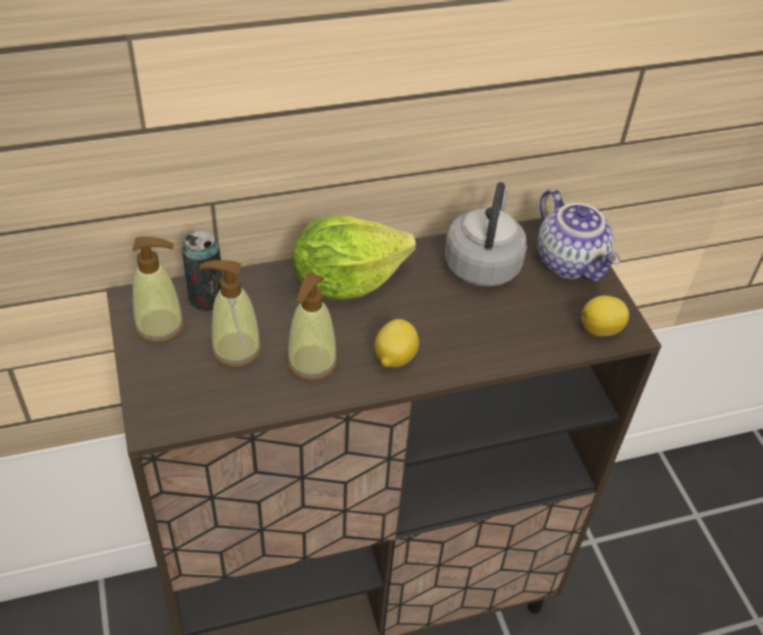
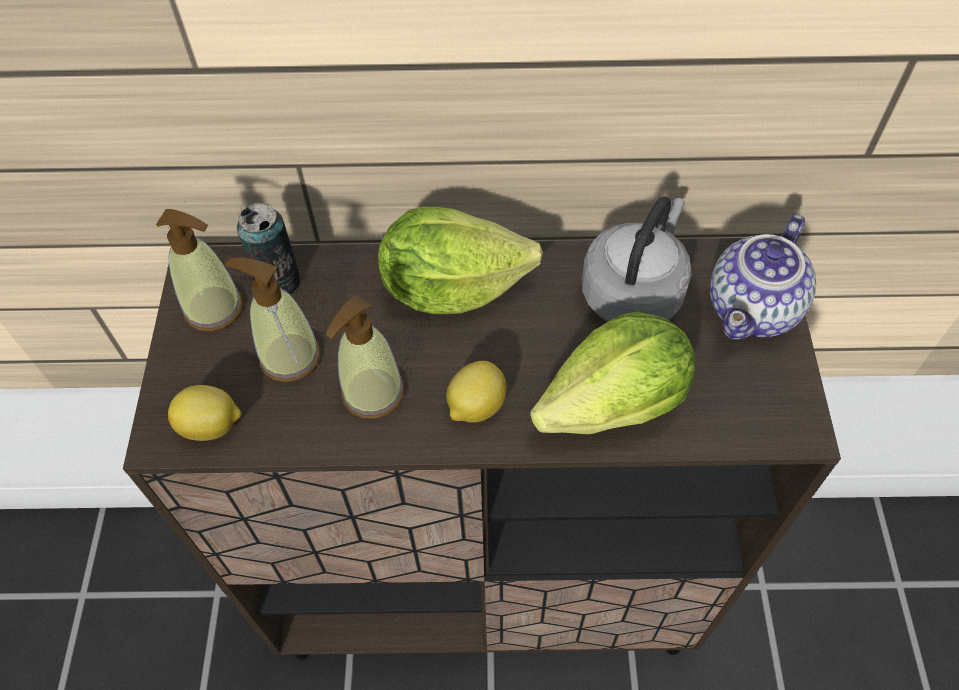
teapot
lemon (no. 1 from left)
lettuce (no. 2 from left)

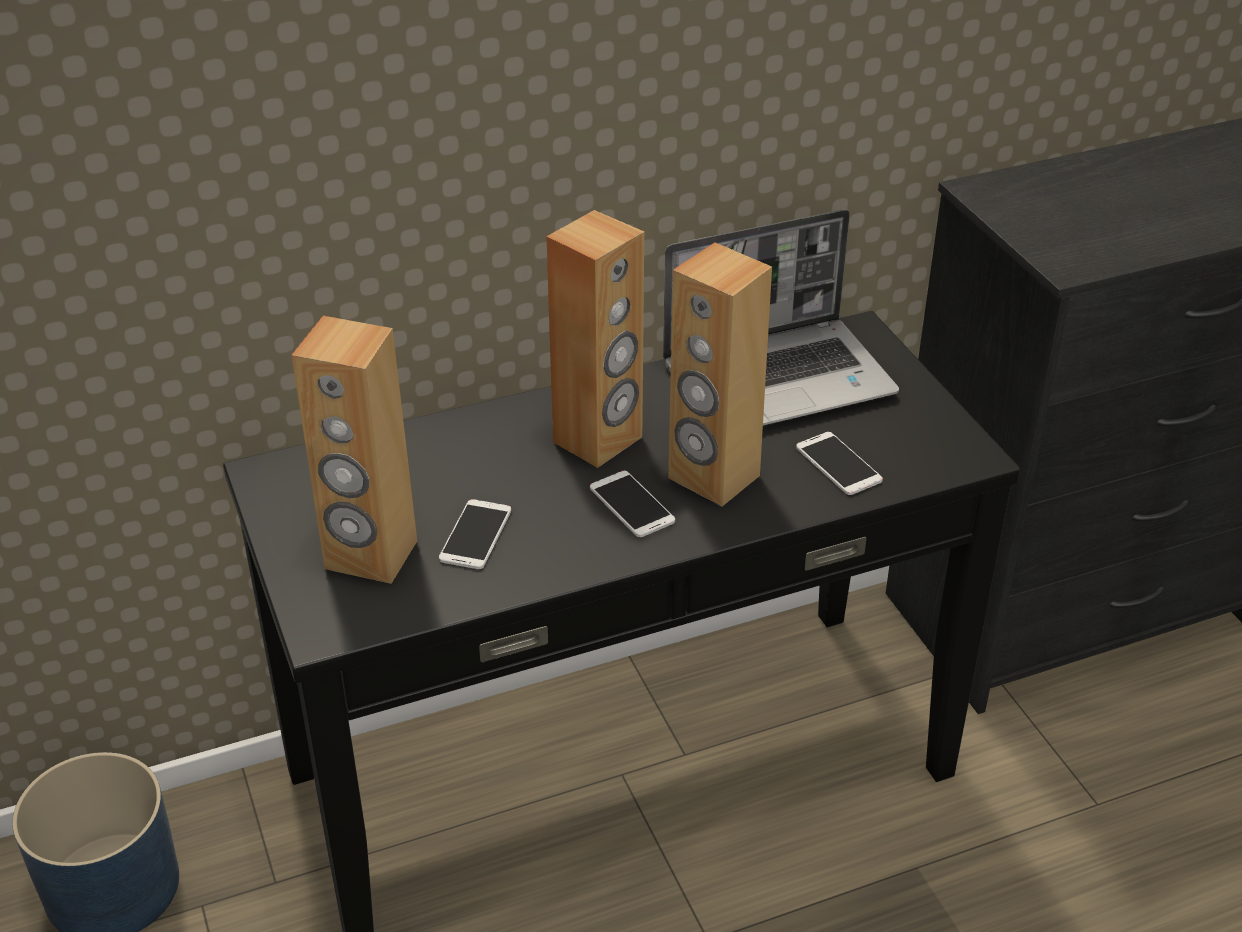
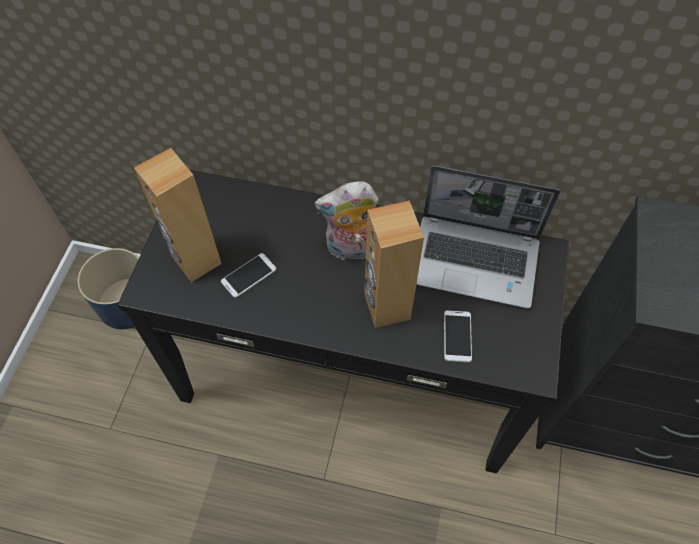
plush toy
phone (no. 2 from left in the first image)

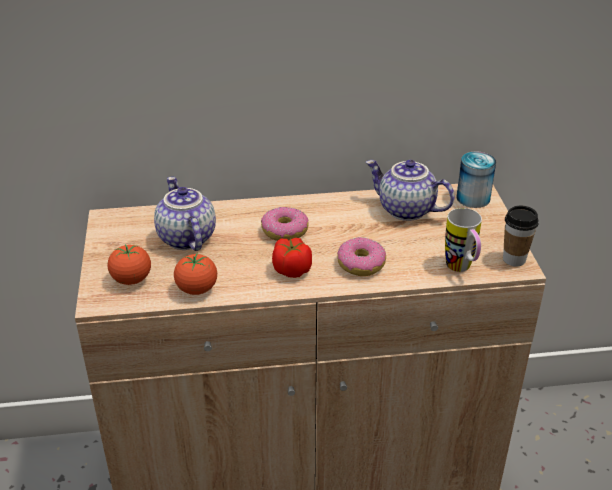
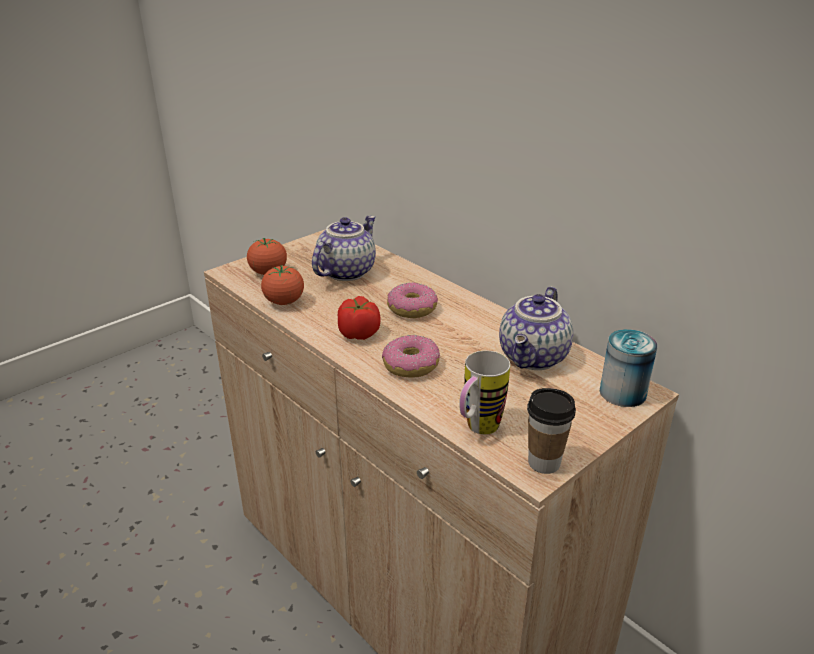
teapot (no. 2 from left)

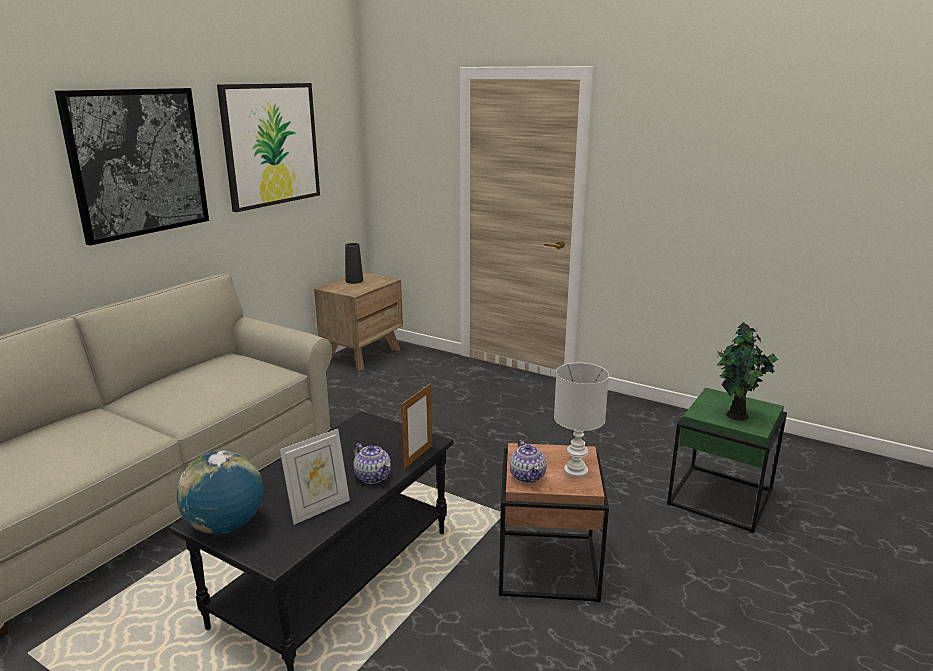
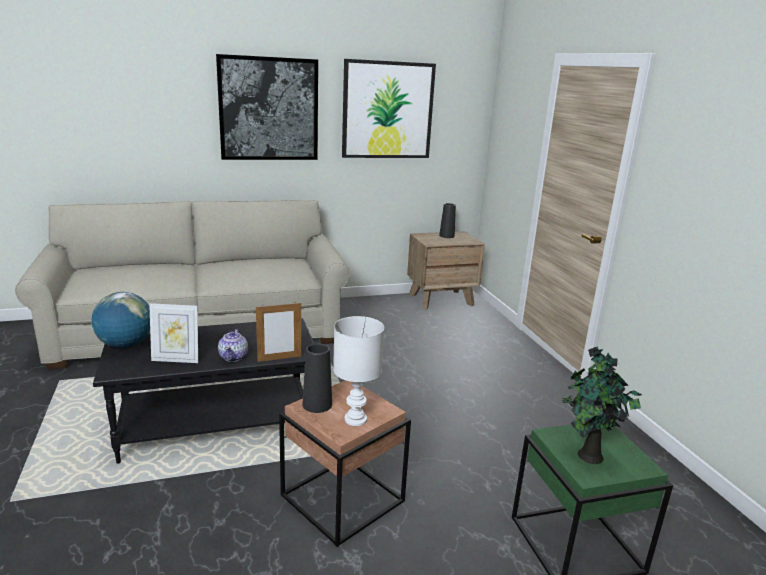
vase (black) (no. 1 from left)

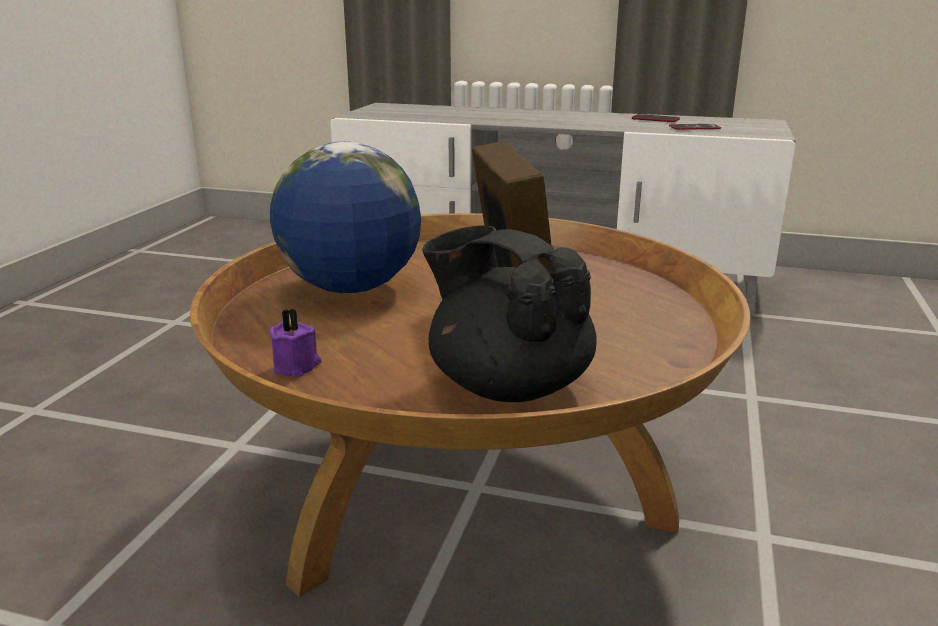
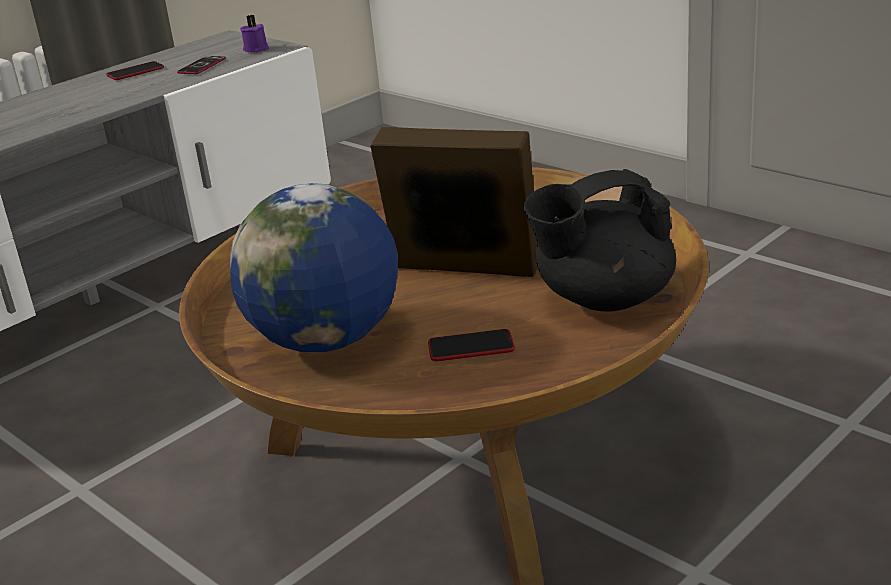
candle (purple)
phone (no. 3 from left)

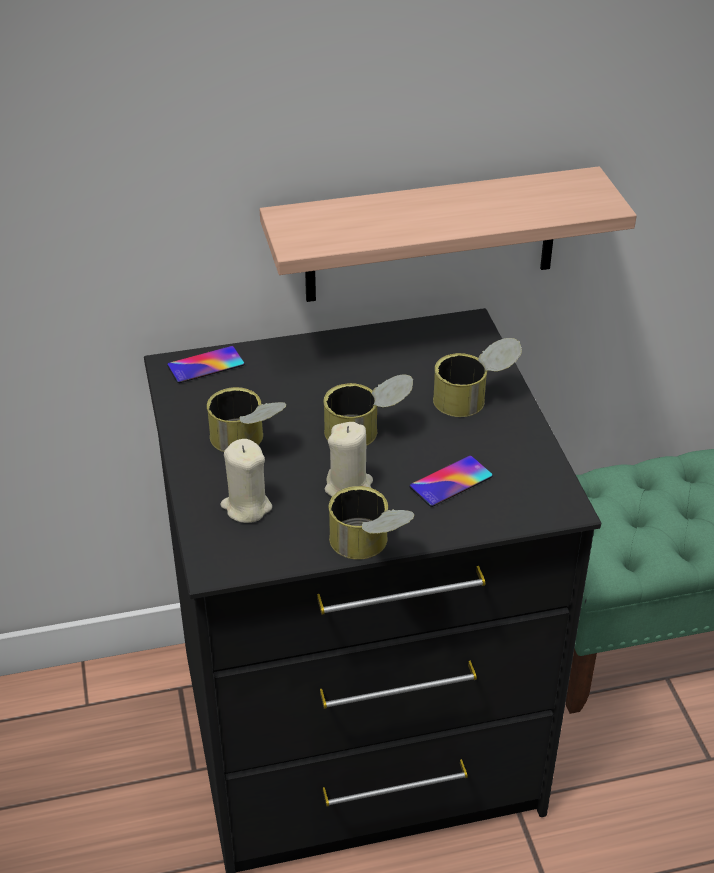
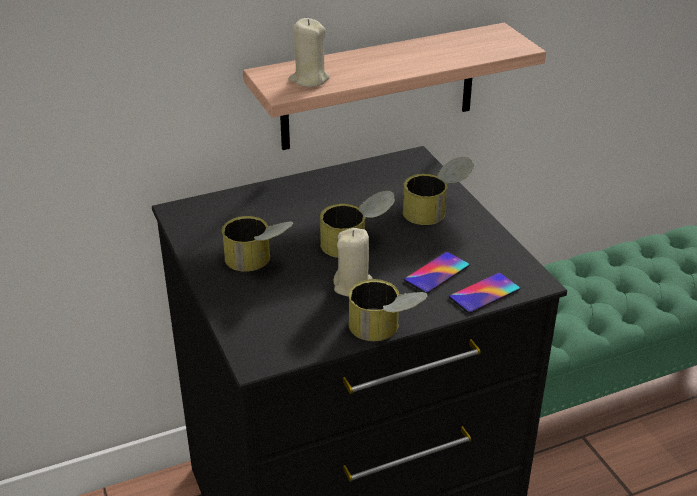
phone (no. 2 from left)
candle (beige) (no. 1 from left)

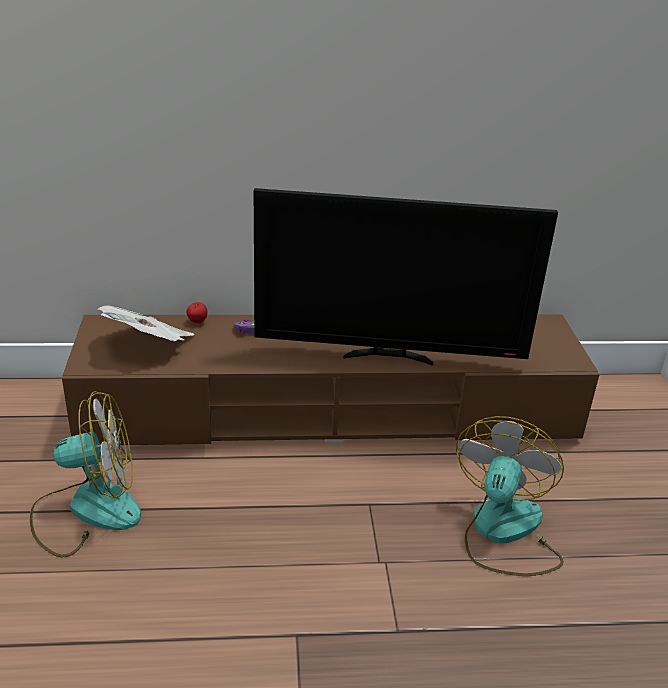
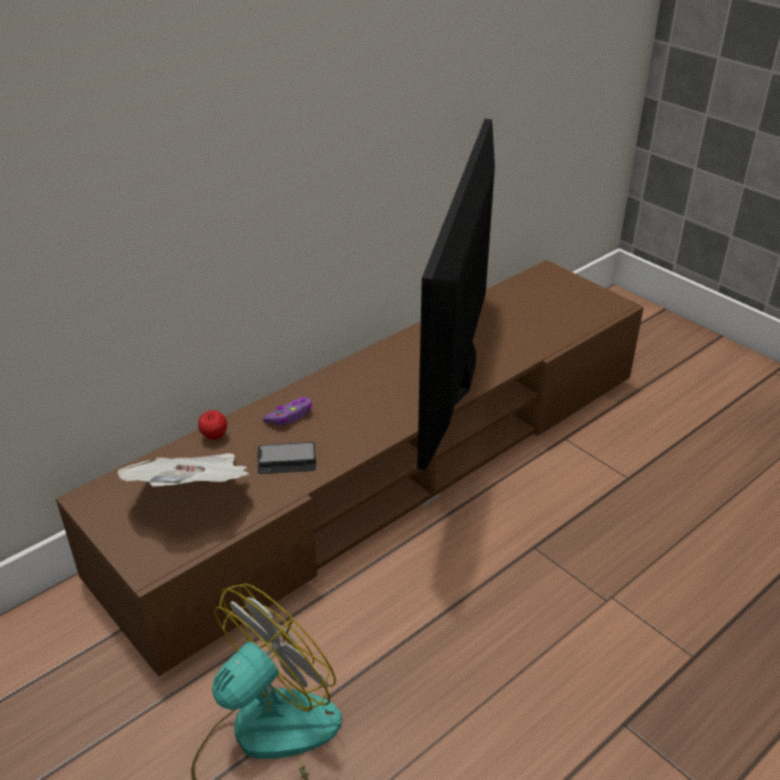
television
fan (no. 2 from left in the first image)
phone

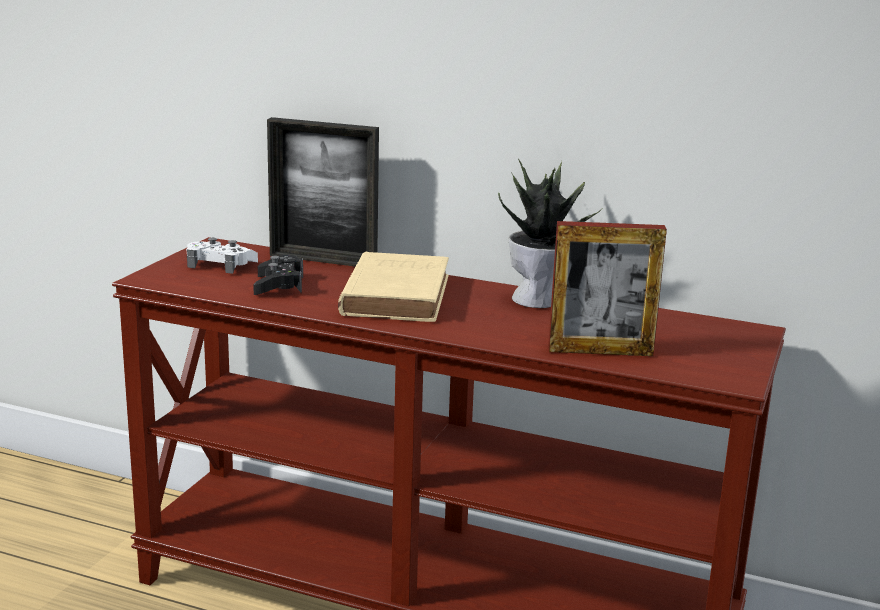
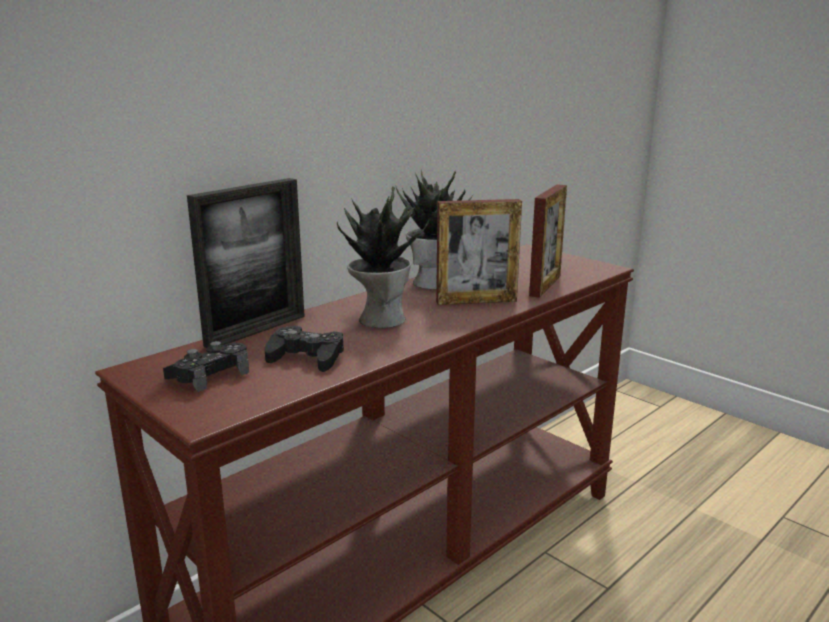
game controller (black) (no. 1 from left)
potted plant (no. 1 from left)
picture frame (no. 2 from left)

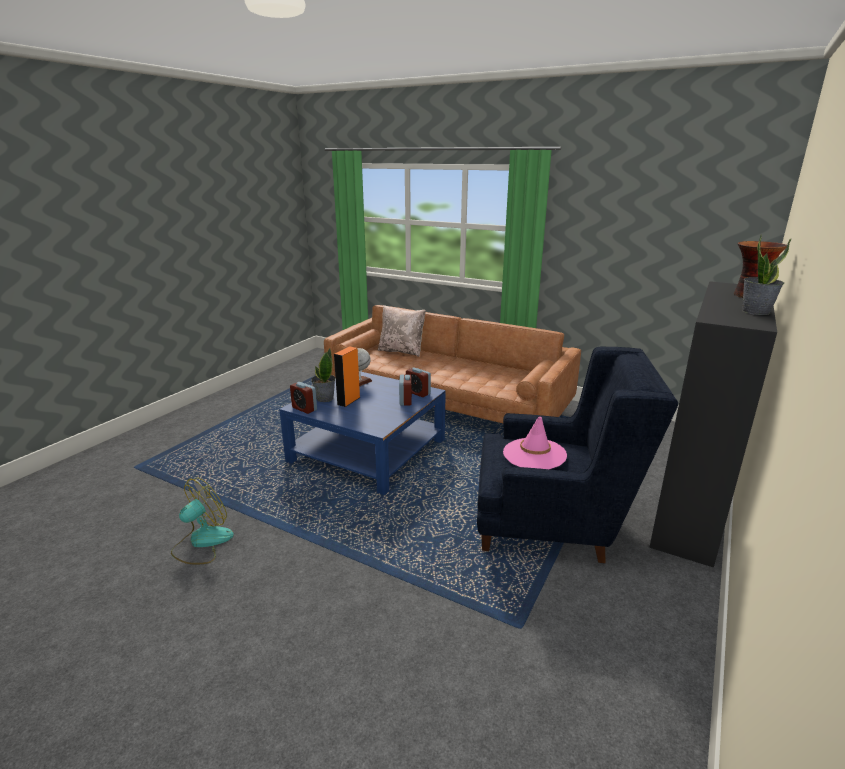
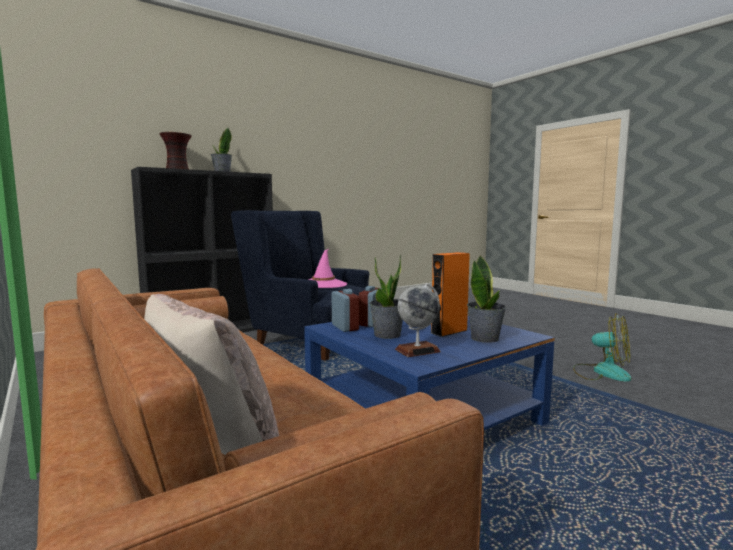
alarm clock (no. 1 from left in the first image)
fan
potted plant (no. 2 from left)

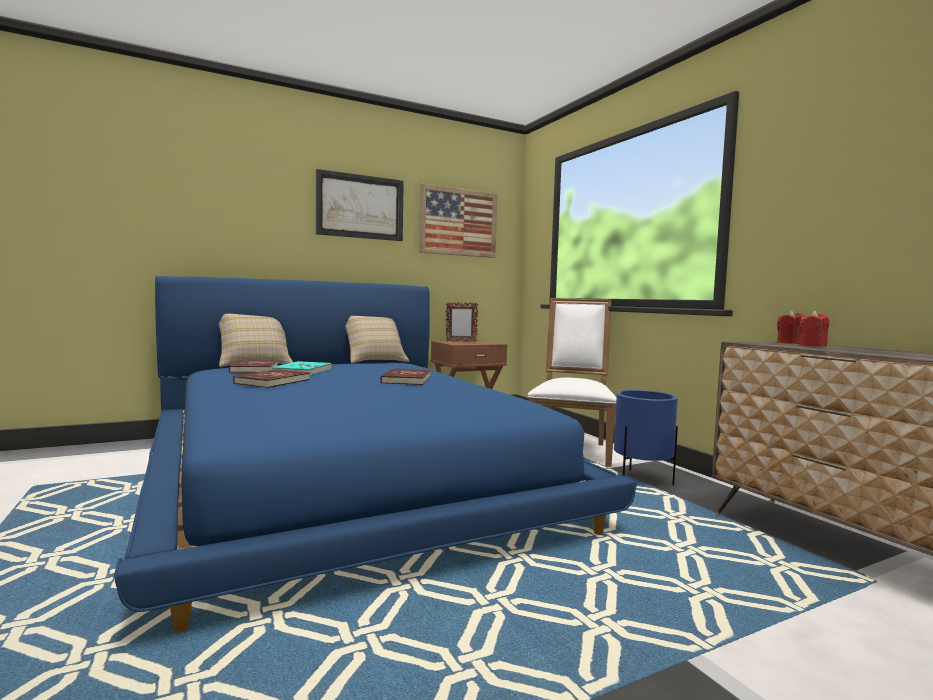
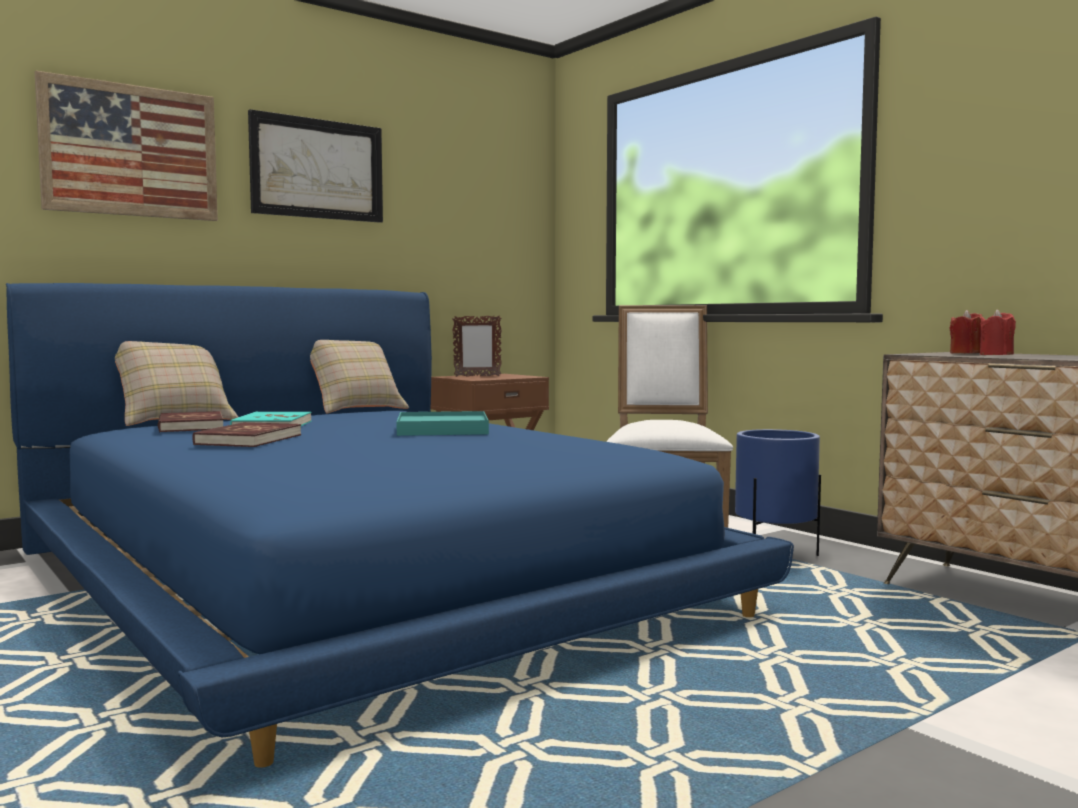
picture (no. 1 from left)
tray (turquoise)

